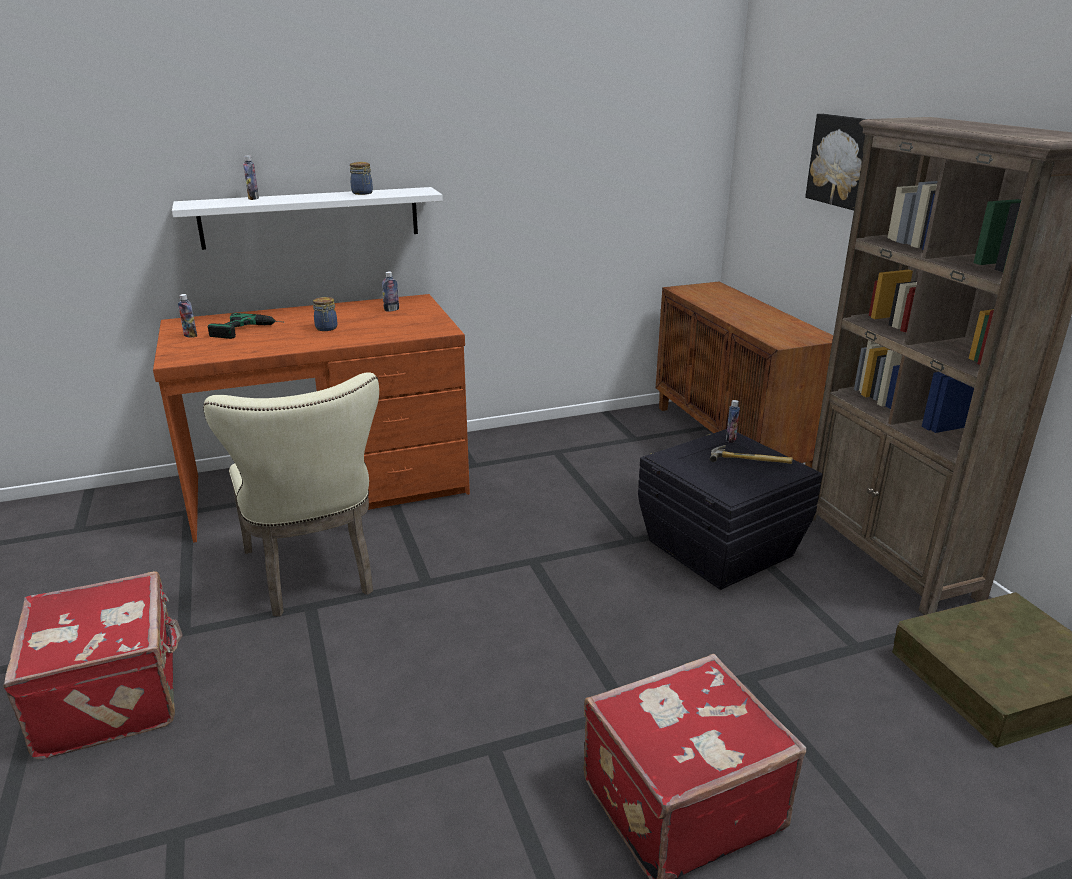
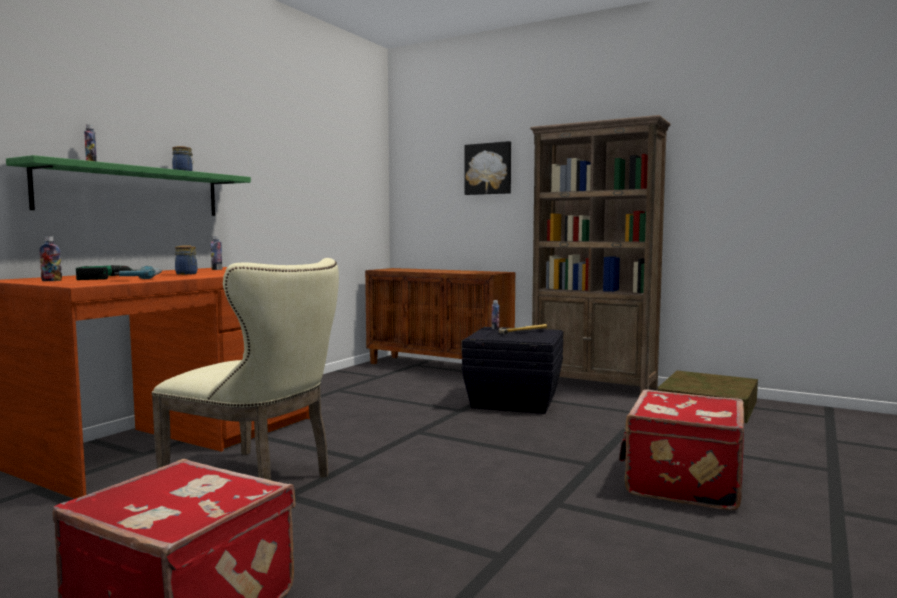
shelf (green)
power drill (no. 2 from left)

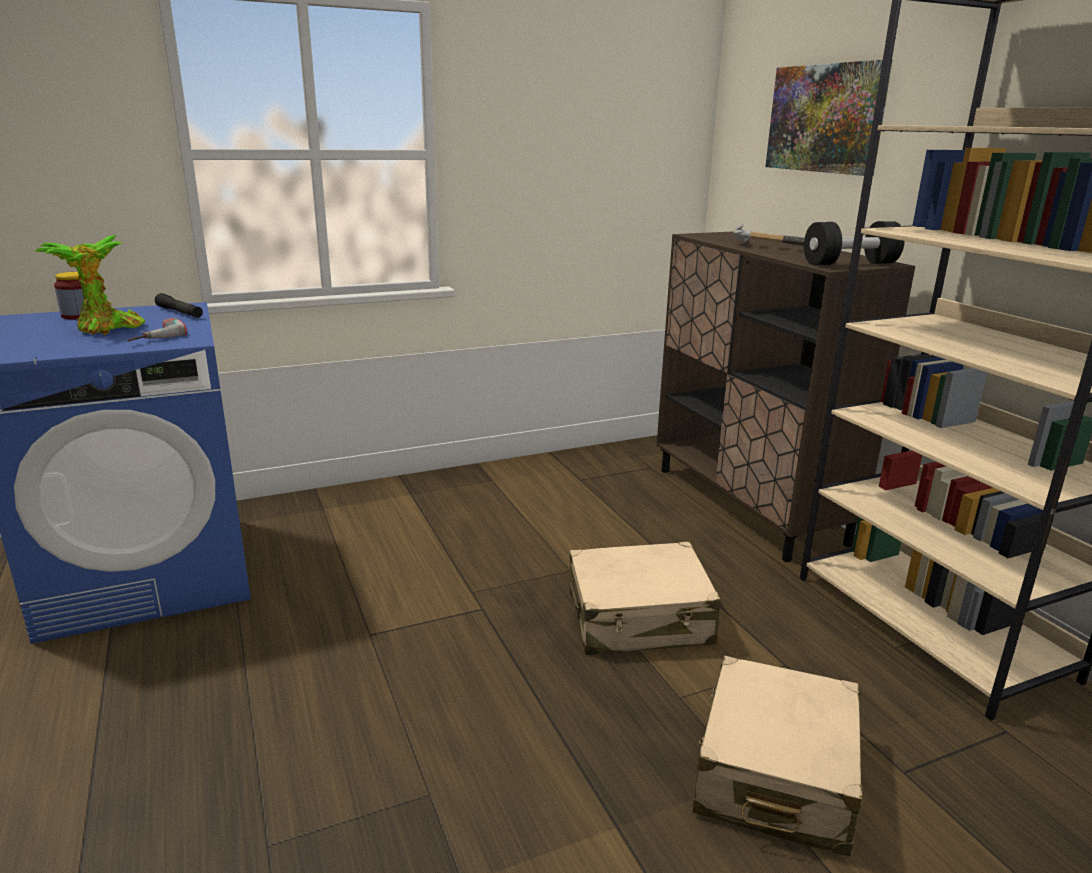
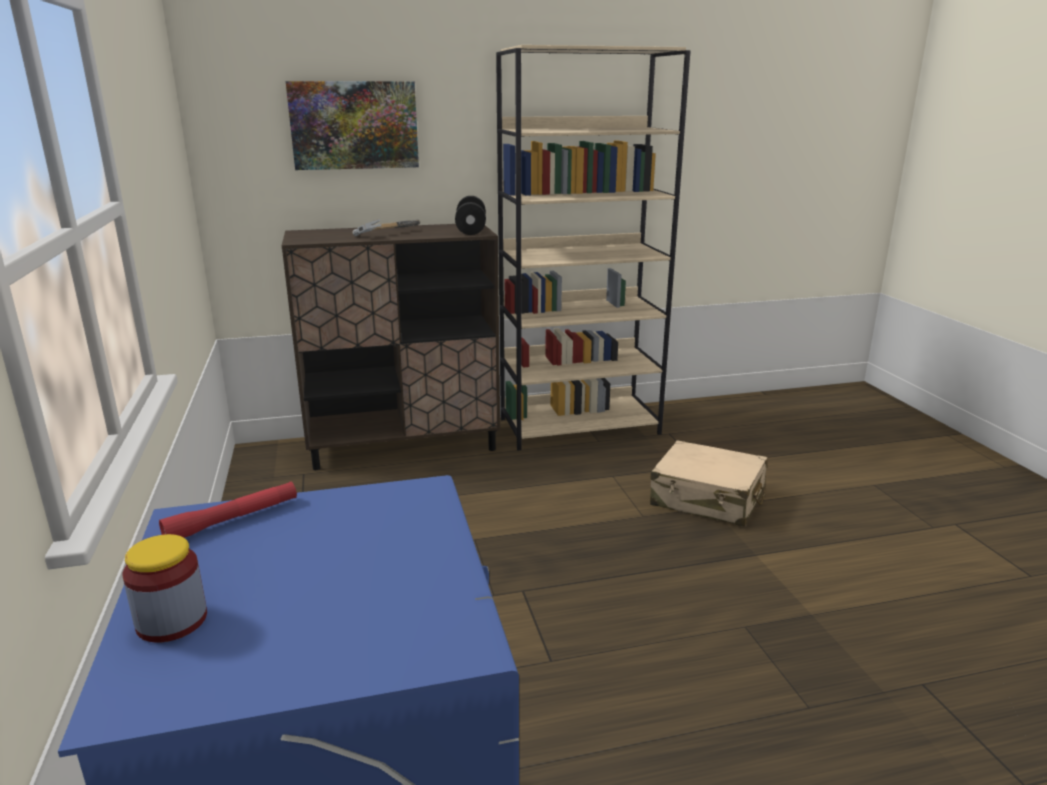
potted plant
flashlight (red)
power drill
suitcase (beige) (no. 1 from left in the first image)

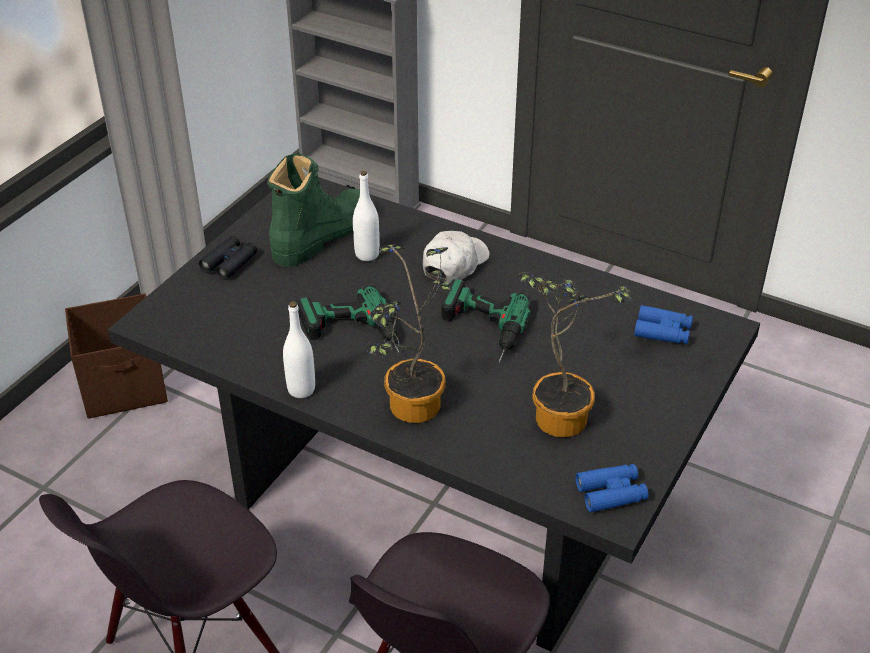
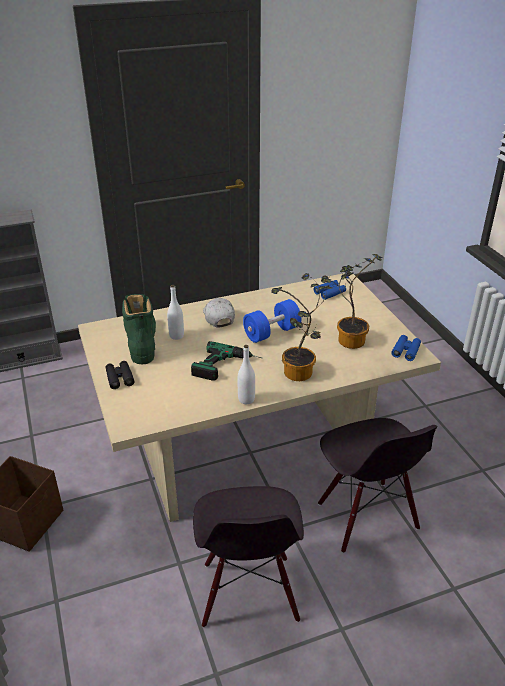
dining table (beige)
dumbbell (blue)

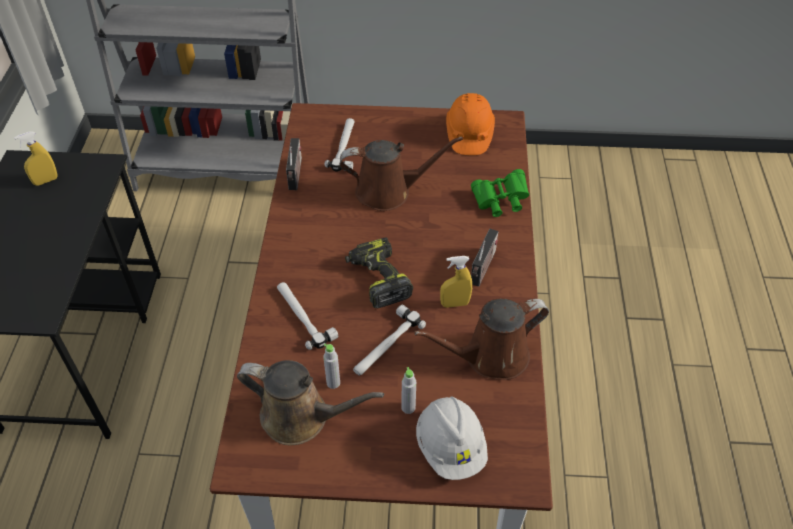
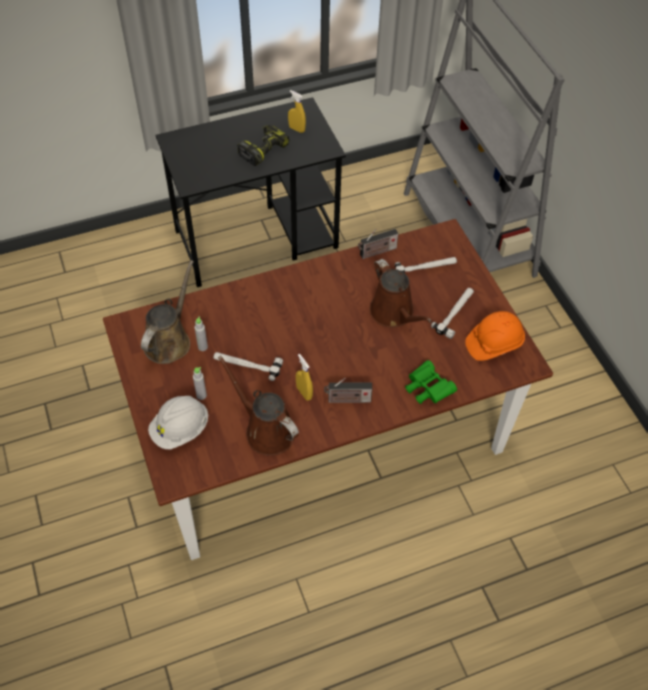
power drill
hammer (no. 3 from left)
watering can (brown) (no. 1 from left)

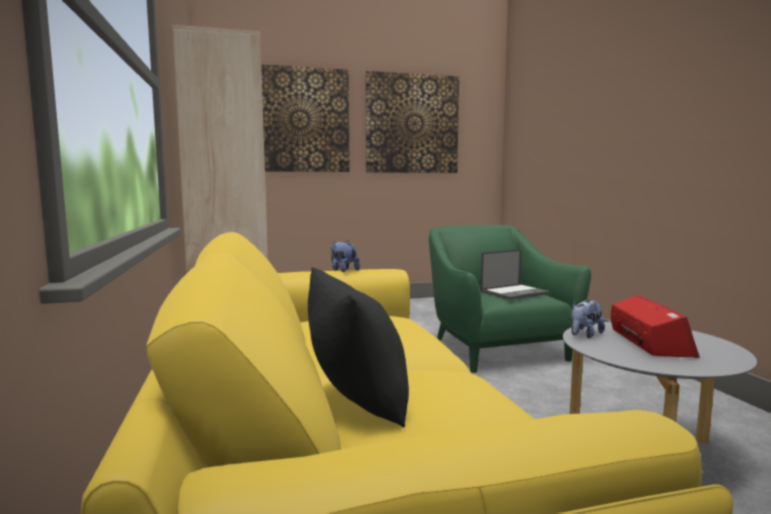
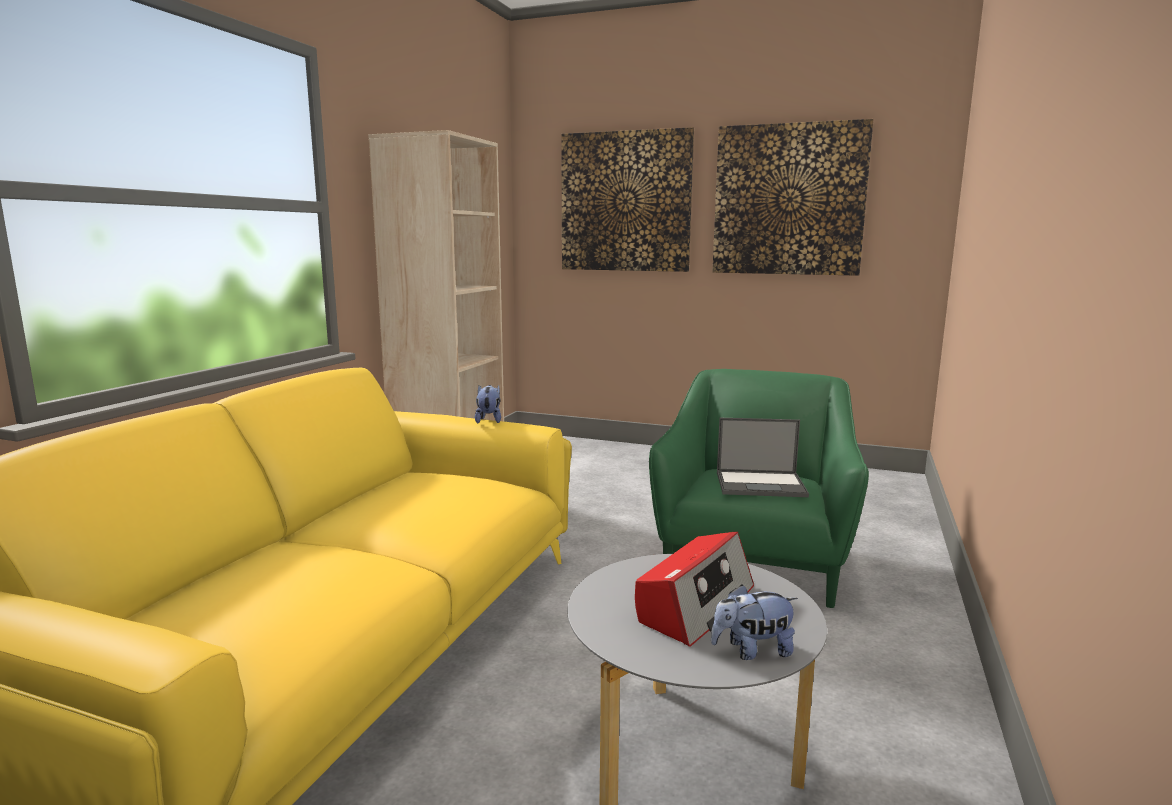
pillow (black)
plush toy (no. 2 from left)

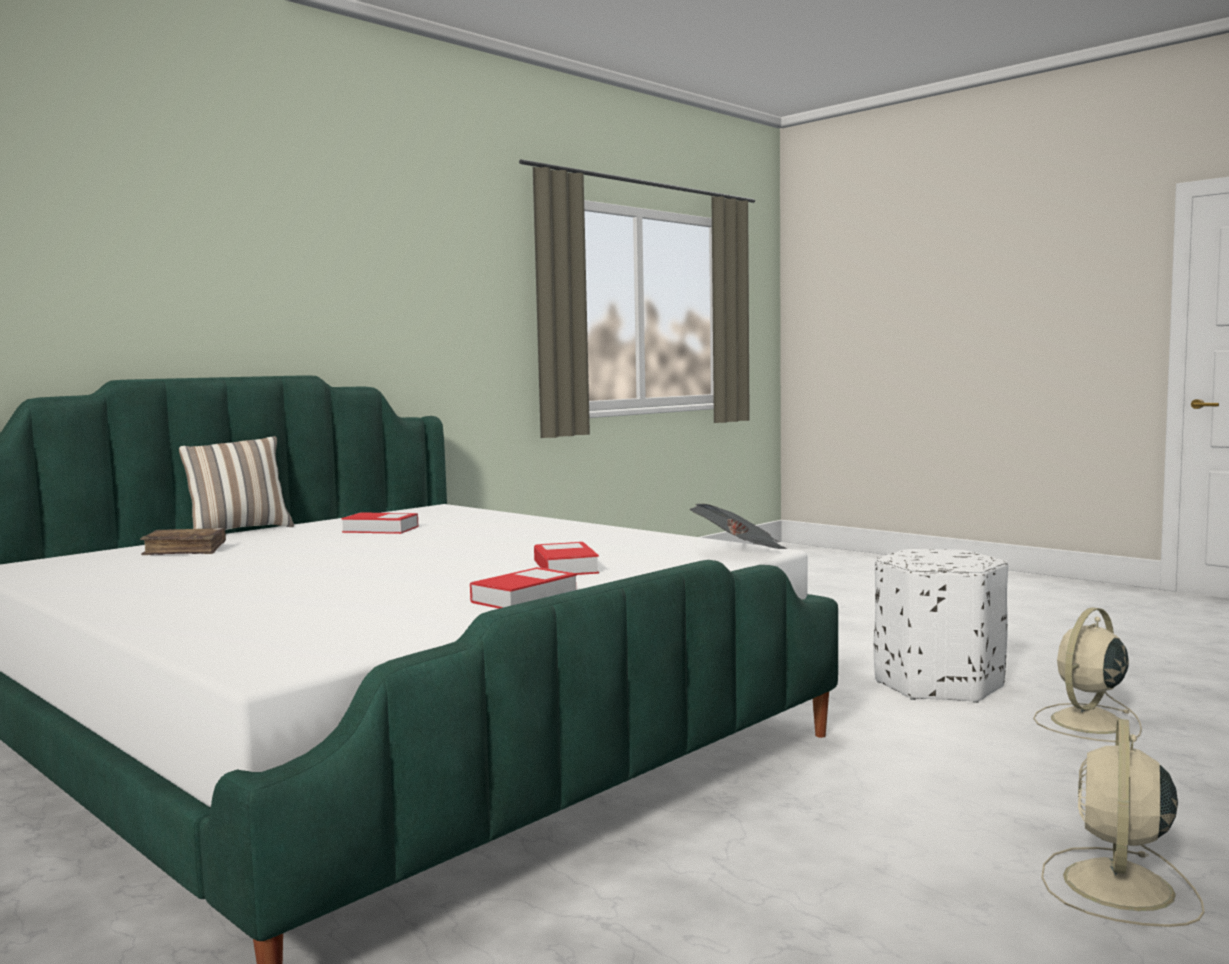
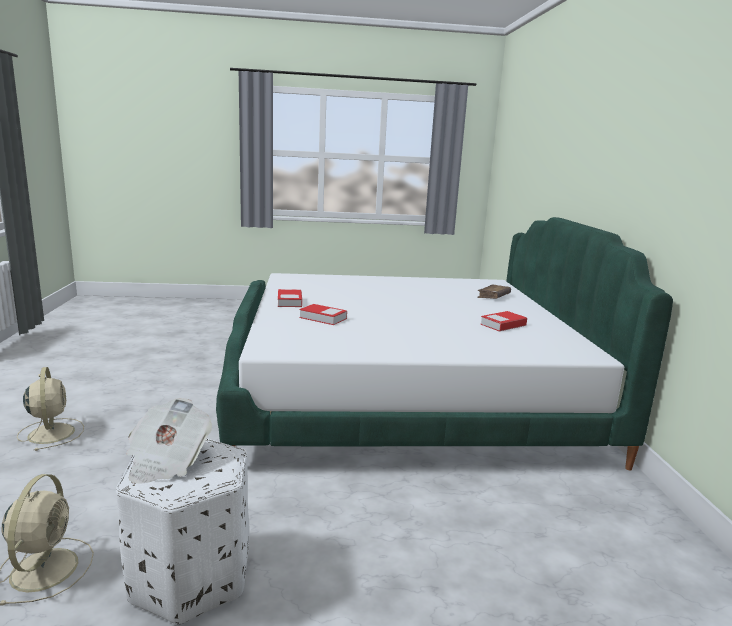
pillow
newspaper

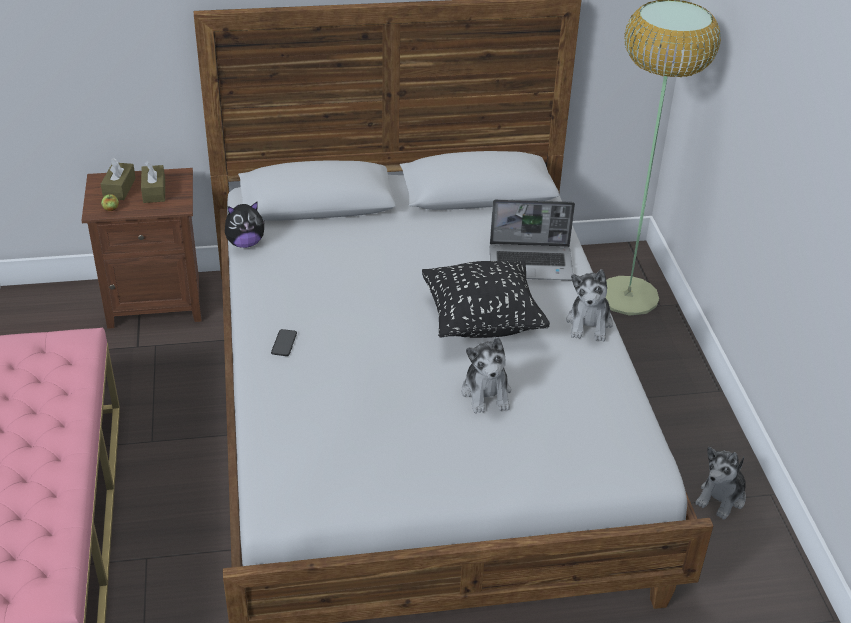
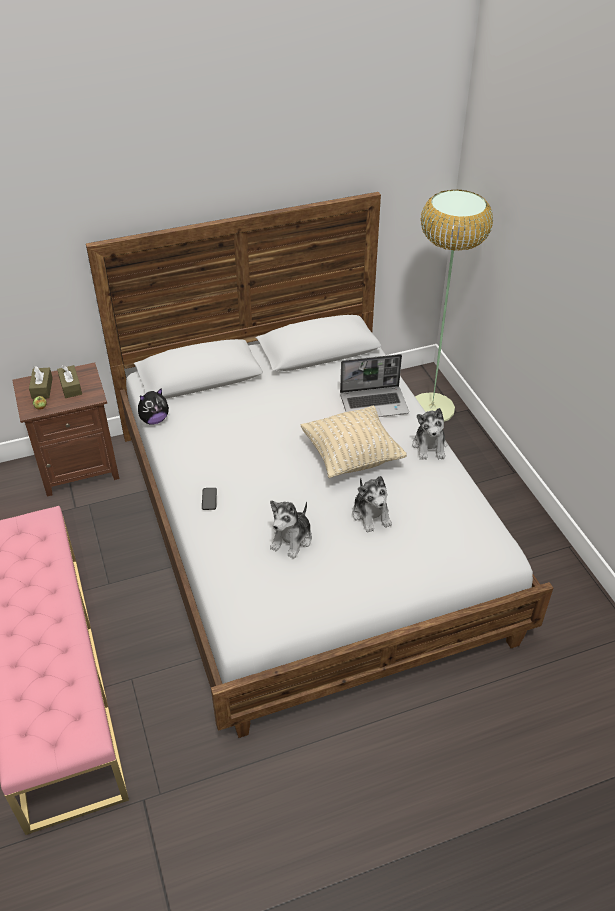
pillow (beige)
plush toy (no. 2 from left)

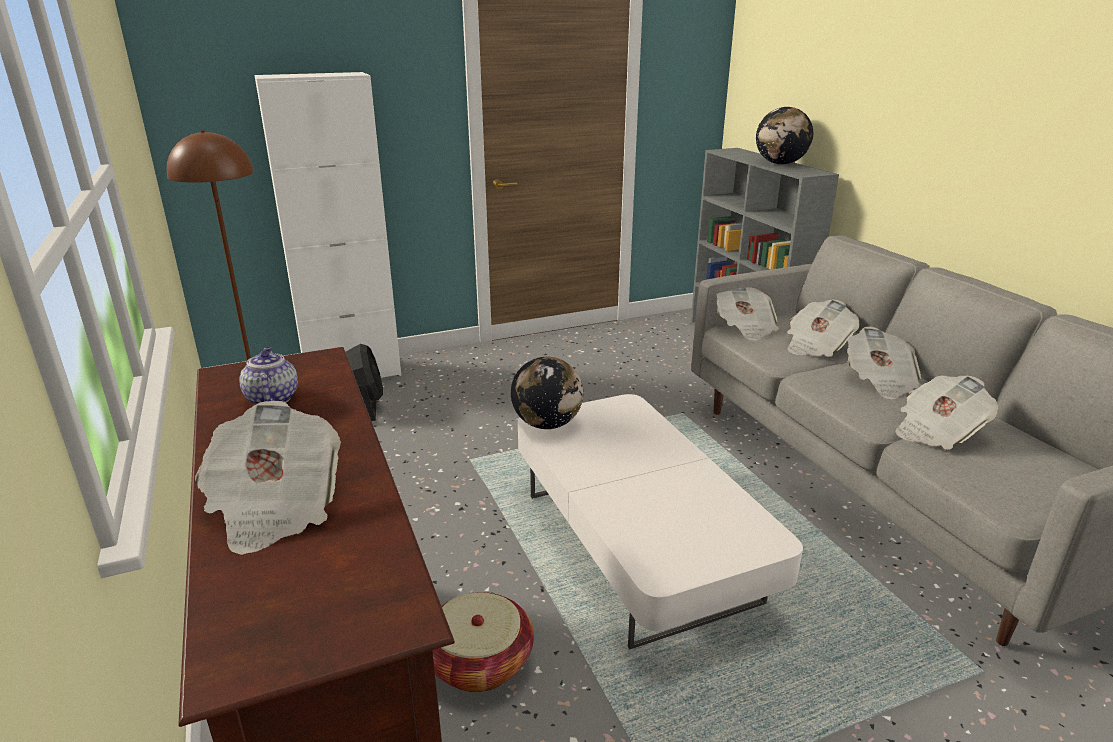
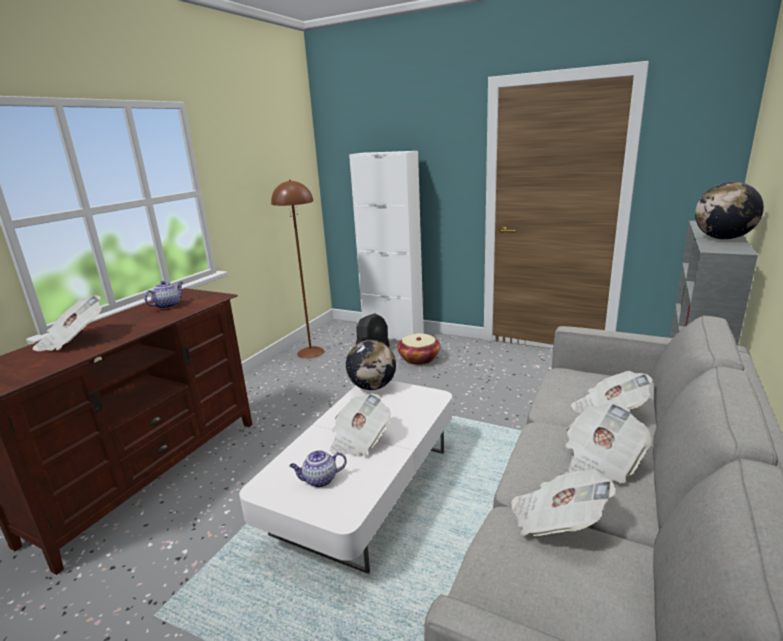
newspaper (no. 2 from left)
basket
teapot (no. 2 from left)

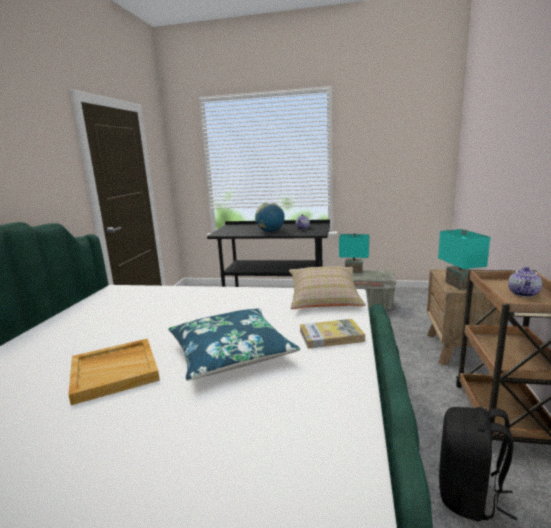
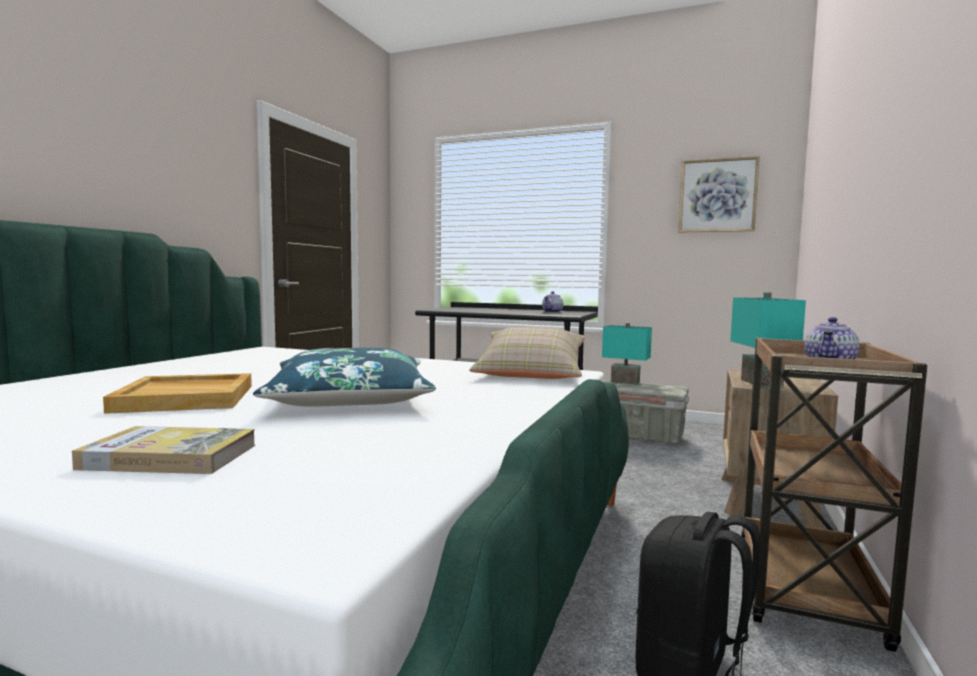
globe
book
picture

